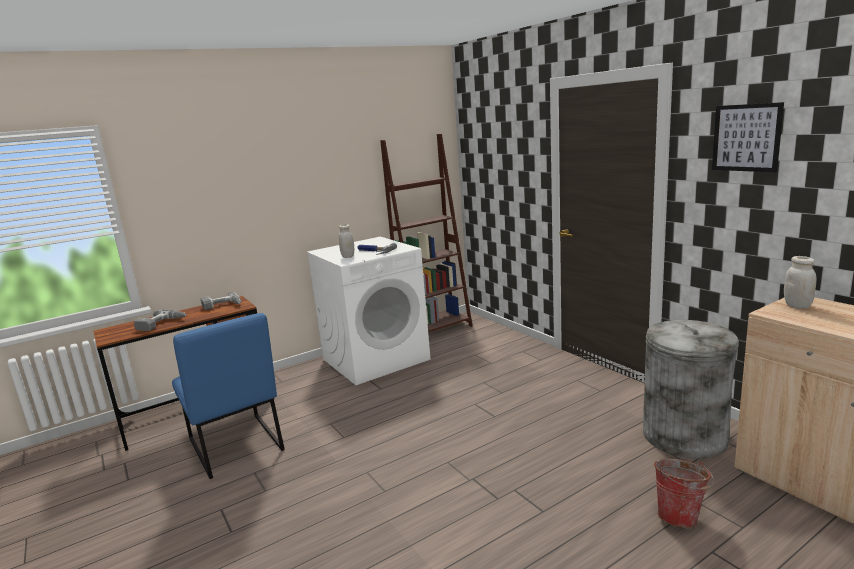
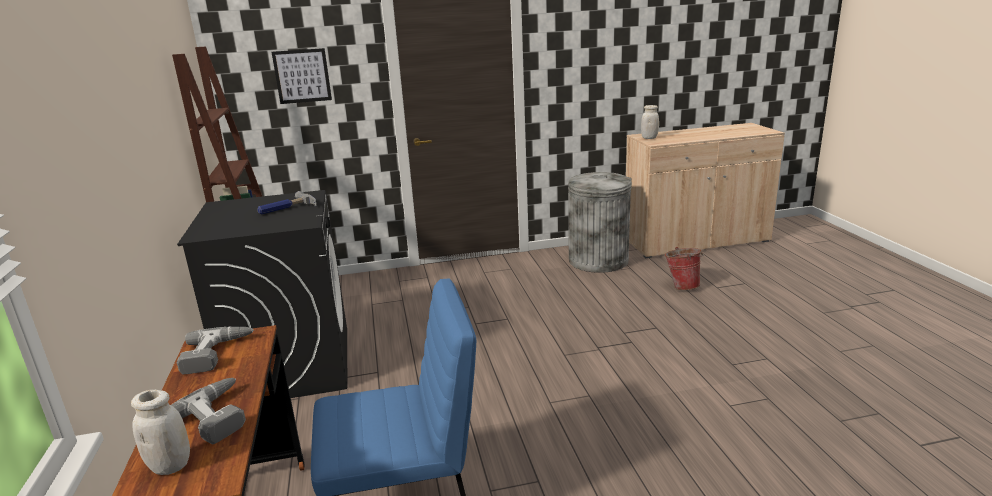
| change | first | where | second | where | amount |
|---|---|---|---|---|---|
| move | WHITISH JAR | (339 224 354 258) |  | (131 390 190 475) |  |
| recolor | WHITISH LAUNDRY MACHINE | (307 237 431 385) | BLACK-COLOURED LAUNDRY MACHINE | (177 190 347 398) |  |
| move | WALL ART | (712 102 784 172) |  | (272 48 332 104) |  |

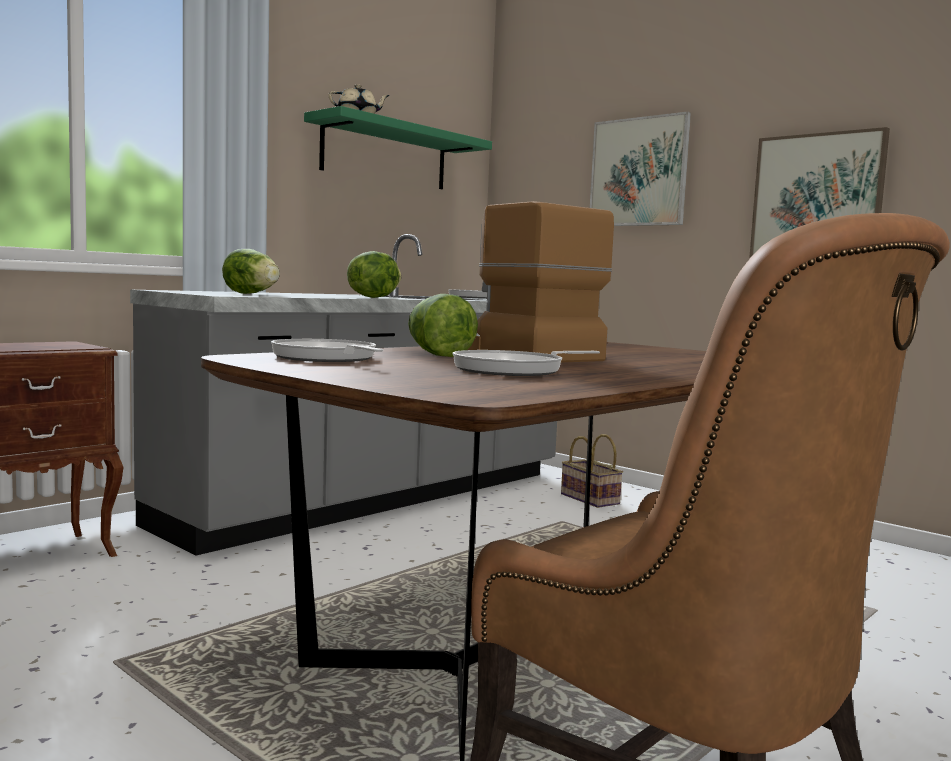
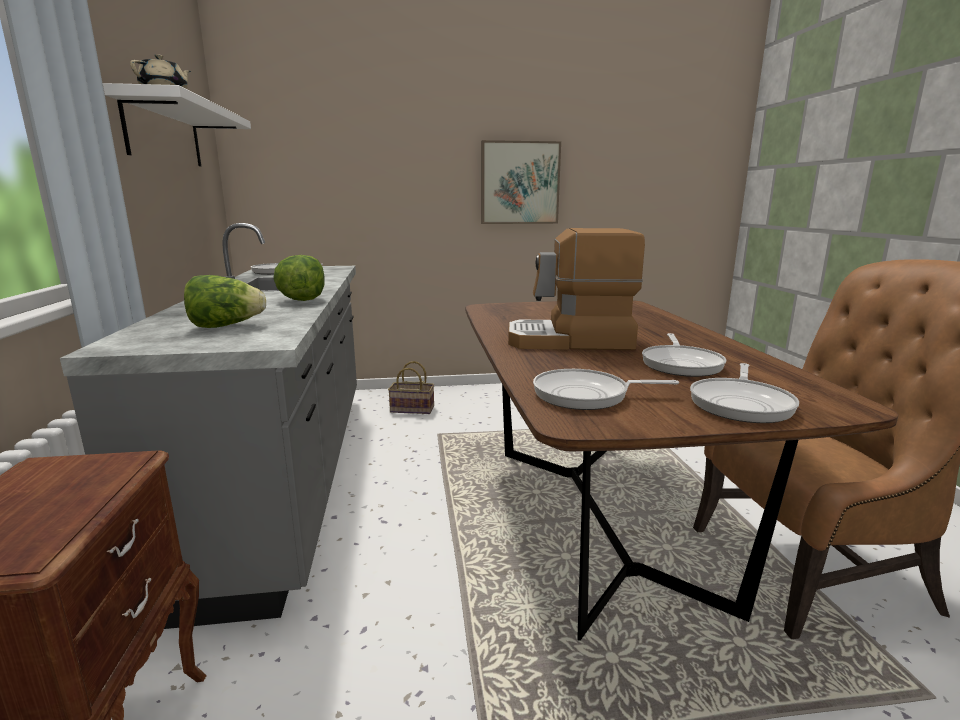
| change | first | where | second | where | amount |
|---|---|---|---|---|---|
| recolor | GREEN-COLOURED WALL SHELF | (304 106 492 189) | WHITISH WALL SHELF | (103 83 251 167) |  |
| insert |  |  | PAN | (690 363 799 423) |  |
| delete | HEAD OF LETTUCE | (408 294 478 357) |  |  |  |
| delete | WALL ART | (590 111 691 226) |  |  |  |

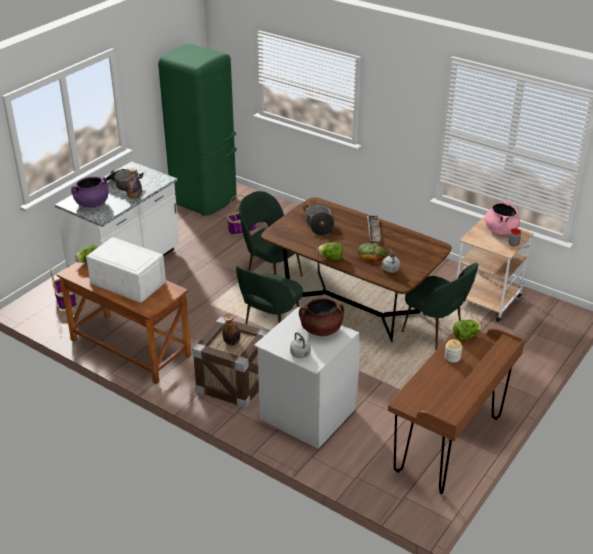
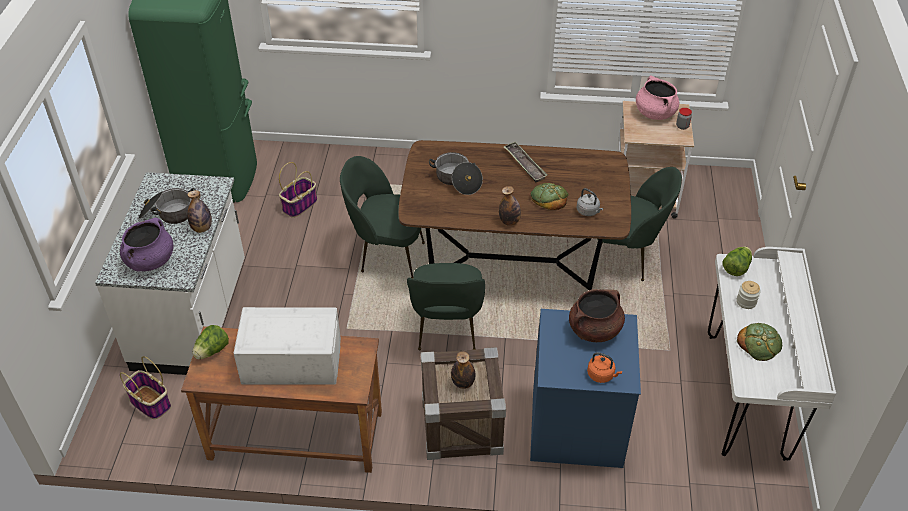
| change | first | where | second | where | amount |
|---|---|---|---|---|---|
| replace | HEAD OF LETTUCE | (317 242 343 260) | DRINK BOTTLE | (499 186 521 226) |  |
| recolor | WHITISH LAUNDRY MACHINE | (254 307 359 449) | BLUISH LAUNDRY MACHINE | (530 309 641 468) |  |
| recolor | GREY KETTLE | (290 332 311 358) | ORANGE KETTLE | (587 352 622 383) |  |
| recolor | BROWN DESK TABLE | (388 328 525 494) | WHITISH DESK TABLE | (708 247 836 461) |  |
| insert |  |  | BAKED BREAD | (737 323 782 361) |  |

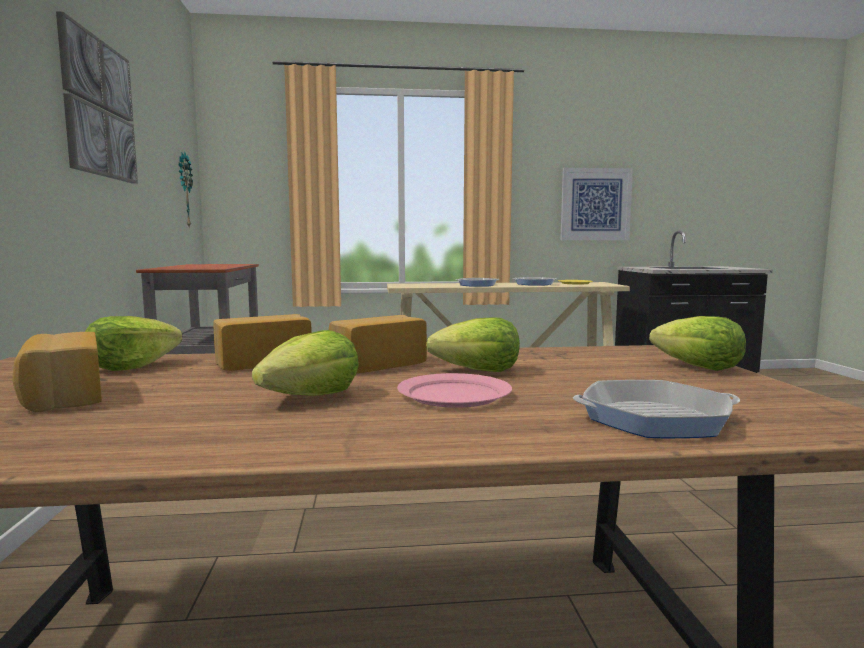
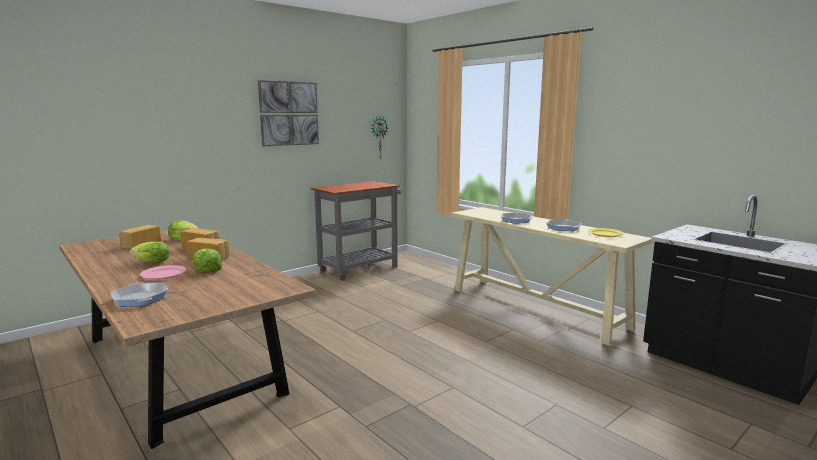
| change | first | where | second | where | amount |
|---|---|---|---|---|---|
| delete | WALL ART | (560 168 633 240) |  |  |  |
| delete | HEAD OF LETTUCE | (649 316 746 371) |  |  |  |

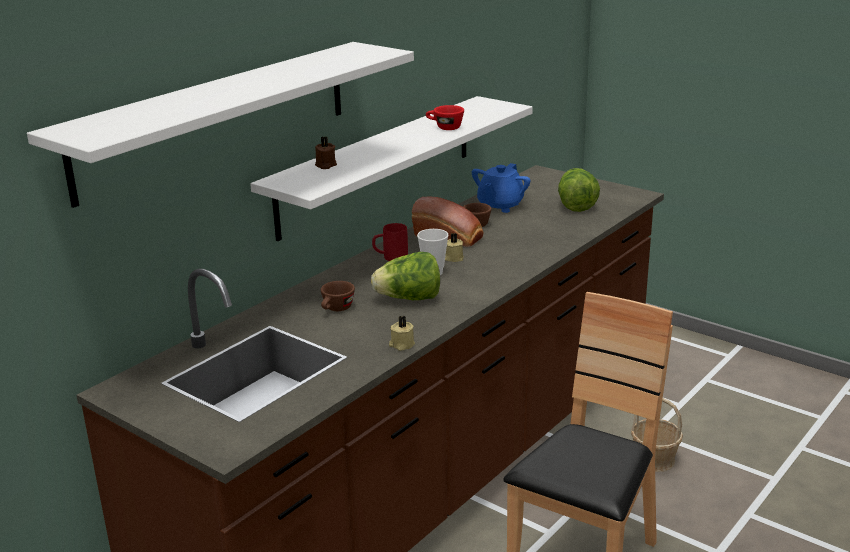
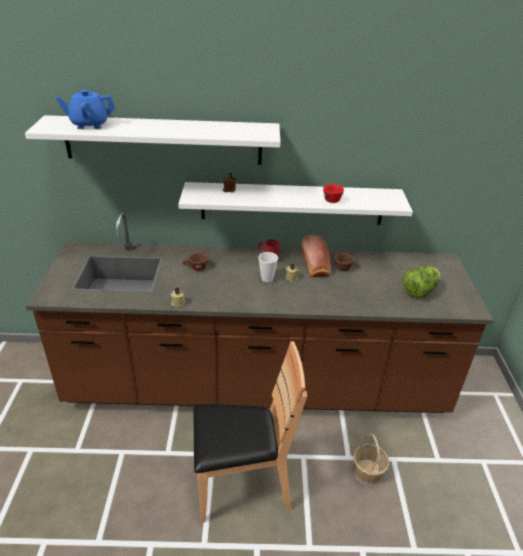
| change | first | where | second | where | amount |
|---|---|---|---|---|---|
| move | BLUISH TEA POT | (472 163 531 213) |  | (56 90 115 129) |  |
| delete | HEAD OF LETTUCE | (371 252 440 300) |  |  |  |

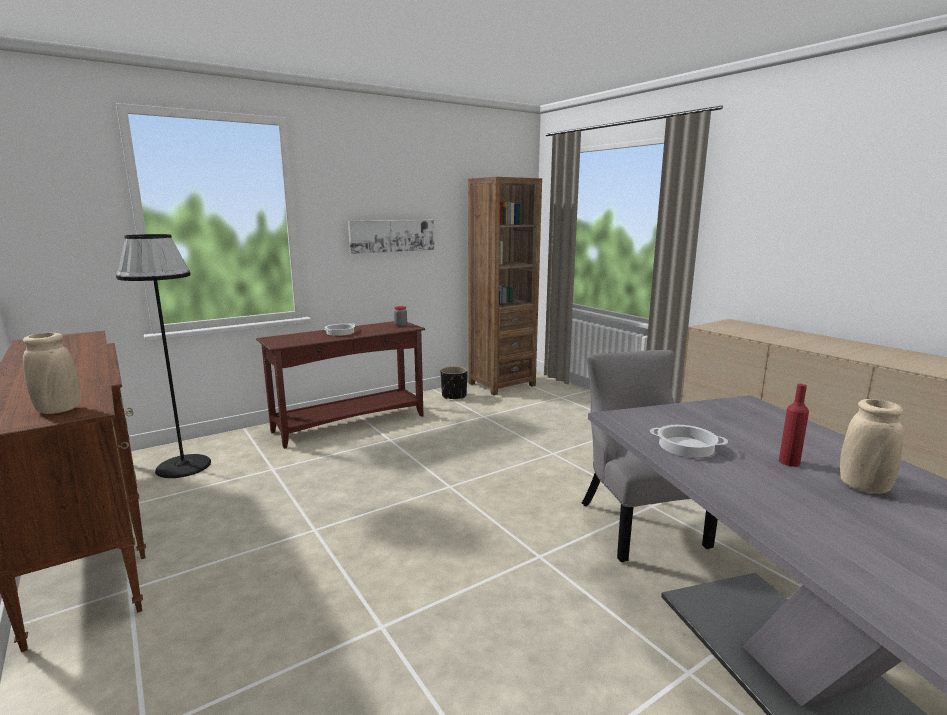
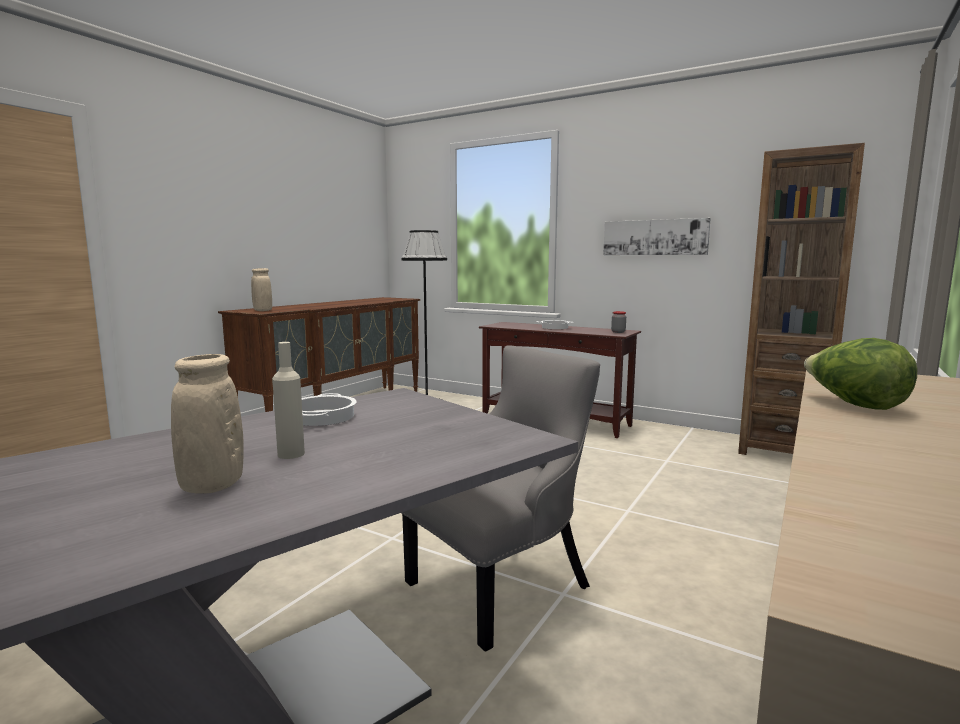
| change | first | where | second | where | amount |
|---|---|---|---|---|---|
| recolor | RED DRINK BOTTLE | (779 384 809 467) | BEIGE-COLOURED DRINK BOTTLE | (272 342 305 459) |  |
| insert |  |  | HEAD OF LETTUCE | (804 338 917 410) |  |
| delete | BLACK-COLOURED PLANT POT | (441 366 468 399) |  |  |  |

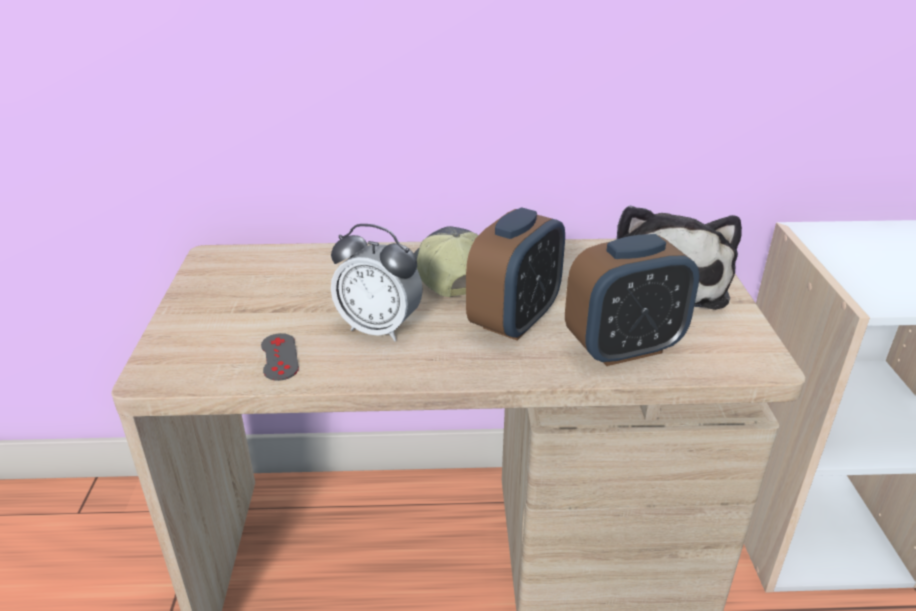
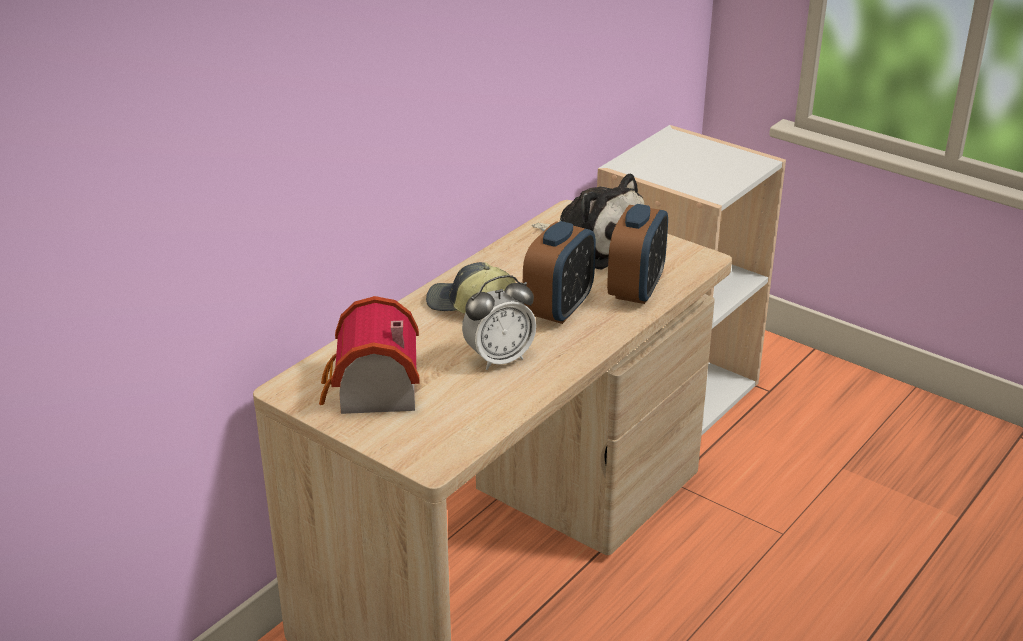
| change | first | where | second | where | amount |
|---|---|---|---|---|---|
| insert |  |  | MODEL HOUSE | (319 296 420 414) |  |
| rotate | ALARM CLOCK | (466 207 565 340) |  | (523 221 596 324) | 45 degrees clockwise |
| delete | GREY GAMEPAD | (261 333 299 381) |  |  |  |

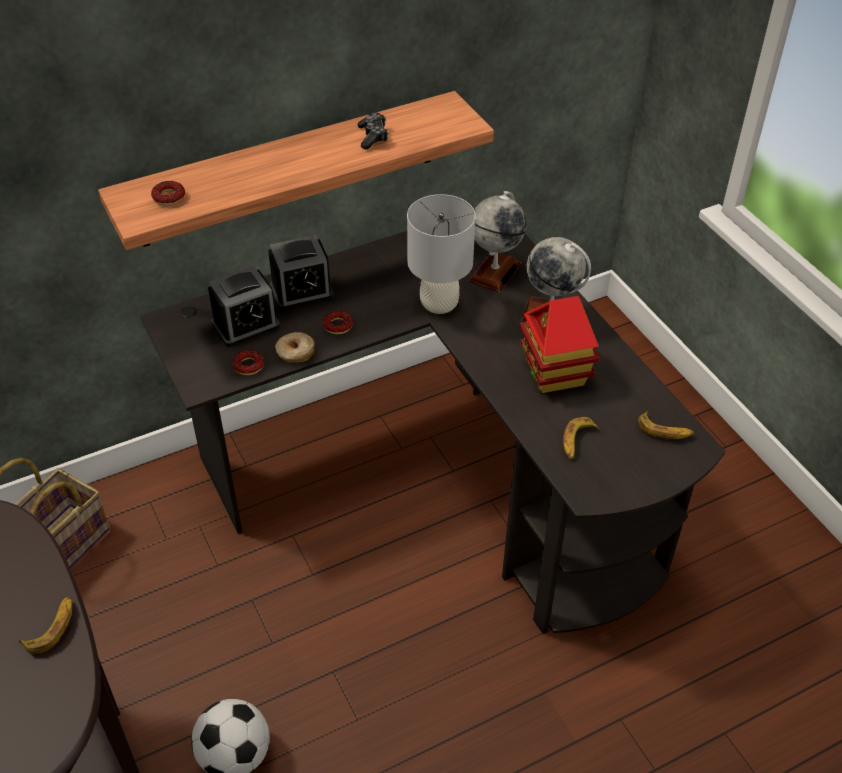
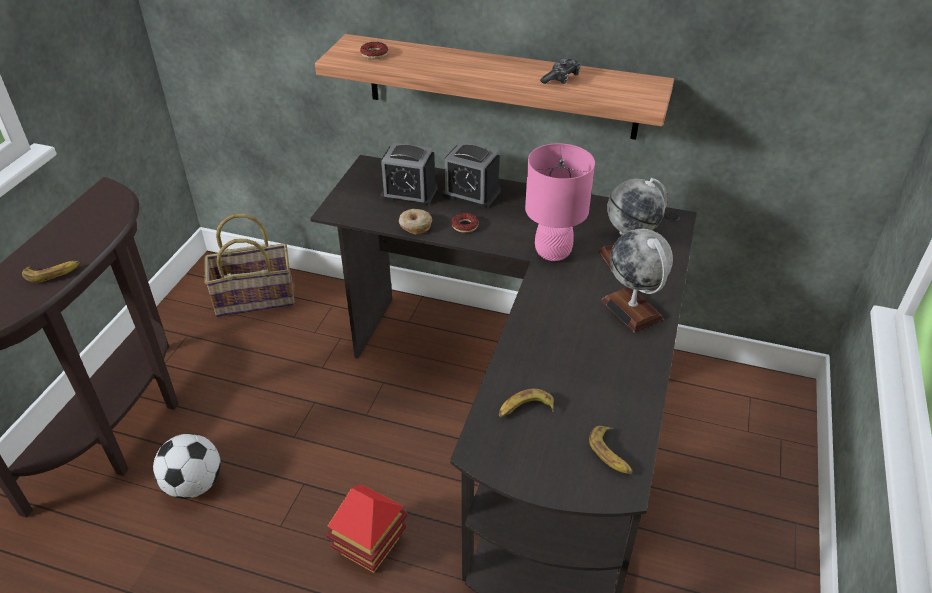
| change | first | where | second | where | amount |
|---|---|---|---|---|---|
| move | MODEL HOUSE | (520 296 600 393) |  | (326 484 407 573) |  |
| recolor | GREY LAMP FOR A TABLE | (407 194 476 314) | PINK LAMP FOR A TABLE | (525 143 595 261) |  |
| delete | DOUGHNUT | (232 350 264 375) |  |  |  |

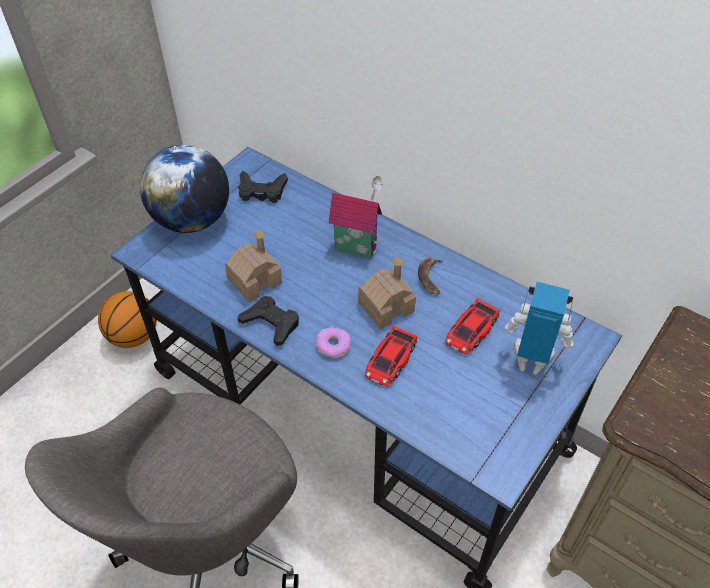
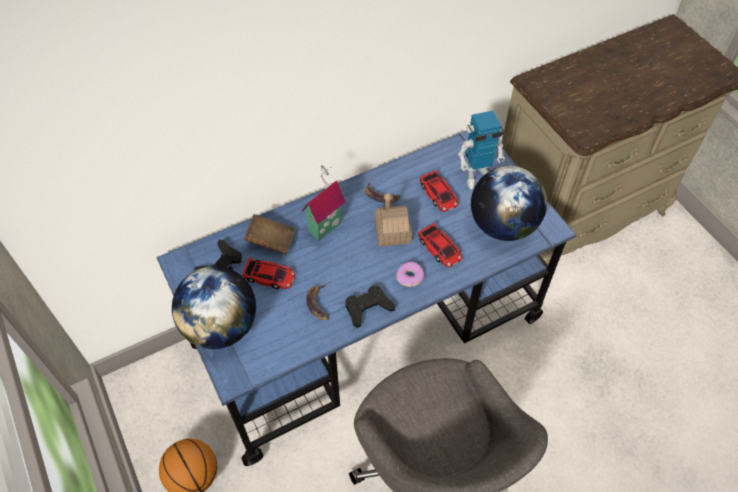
| change | first | where | second | where | amount |
|---|---|---|---|---|---|
| insert |  |  | MODEL CAR | (242 258 295 289) |  |
| insert |  |  | BROWN BOOK | (244 214 295 255) |  |
| replace | MODEL HOUSE | (225 230 282 302) | WHOLE BANANA | (306 285 329 320) |  |
| rotate | ROBOT FIGURE | (505 282 574 375) |  | (458 111 505 190) | 150 degrees counterclockwise |
| insert |  |  | GLOBE | (471 166 547 241) |  |

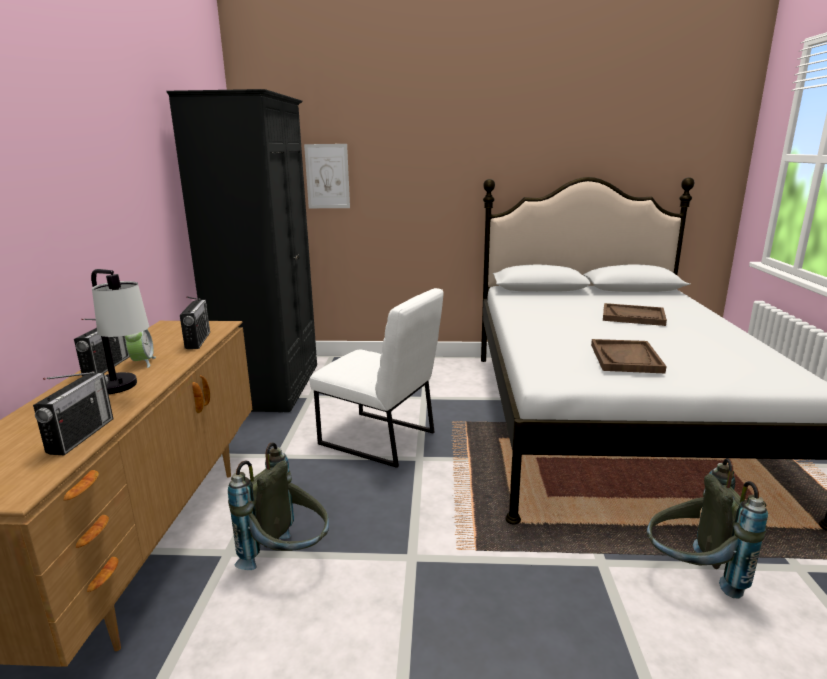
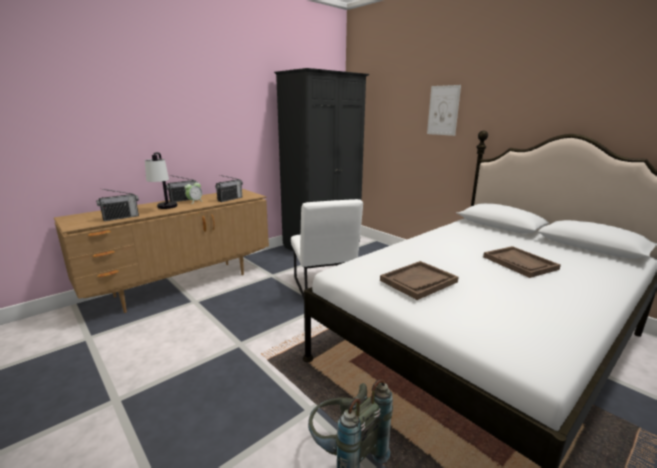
| change | first | where | second | where | amount |
|---|---|---|---|---|---|
| move | WALL ART | (304 144 350 208) |  | (427 85 461 136) |  |
| delete | GREY RUCKSACK | (228 442 329 570) |  |  |  |

